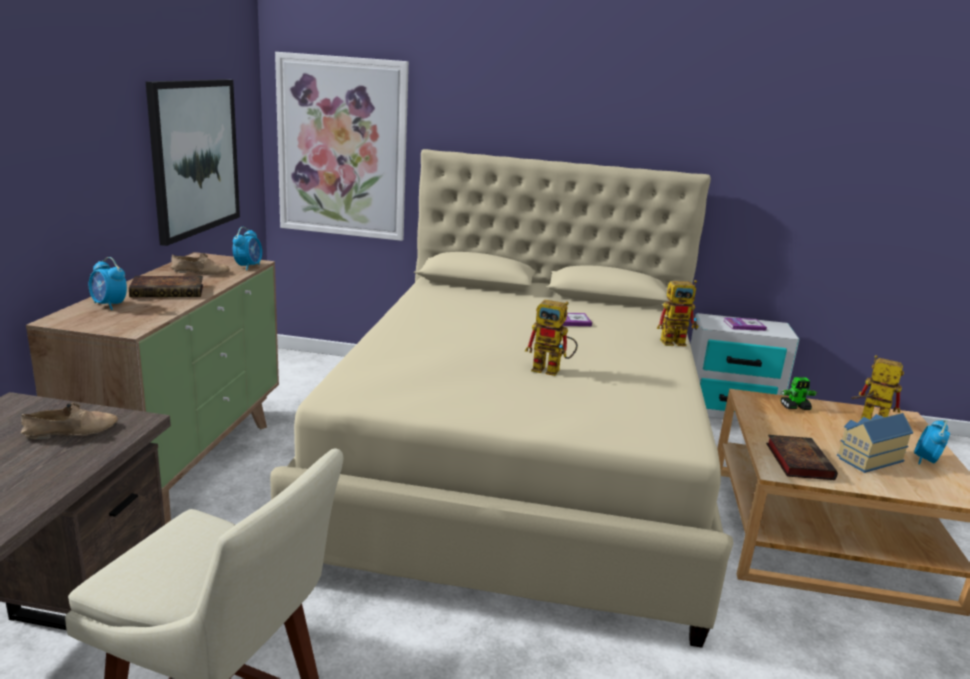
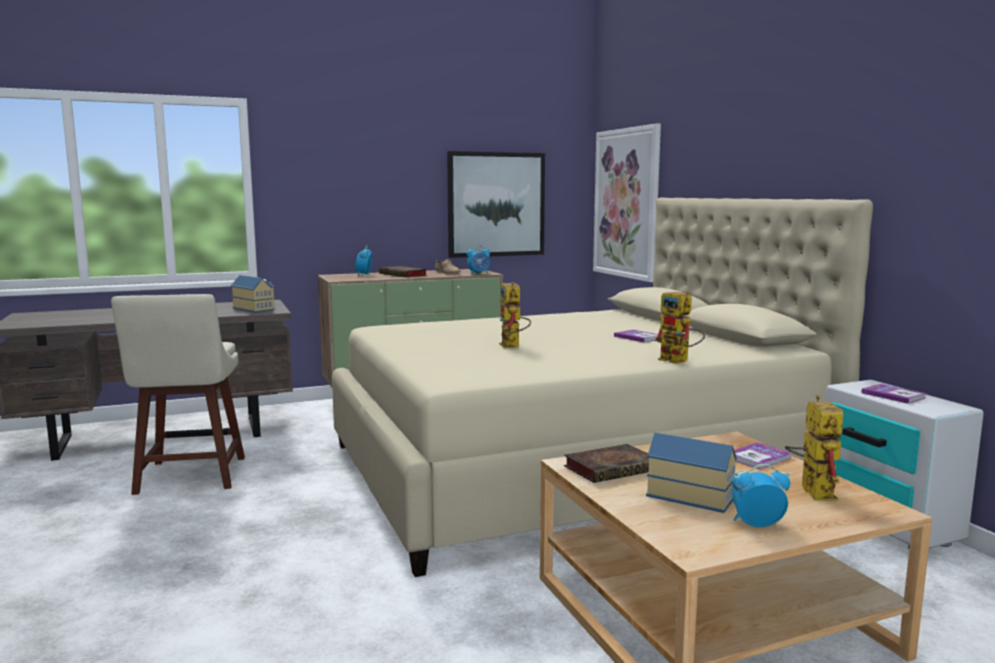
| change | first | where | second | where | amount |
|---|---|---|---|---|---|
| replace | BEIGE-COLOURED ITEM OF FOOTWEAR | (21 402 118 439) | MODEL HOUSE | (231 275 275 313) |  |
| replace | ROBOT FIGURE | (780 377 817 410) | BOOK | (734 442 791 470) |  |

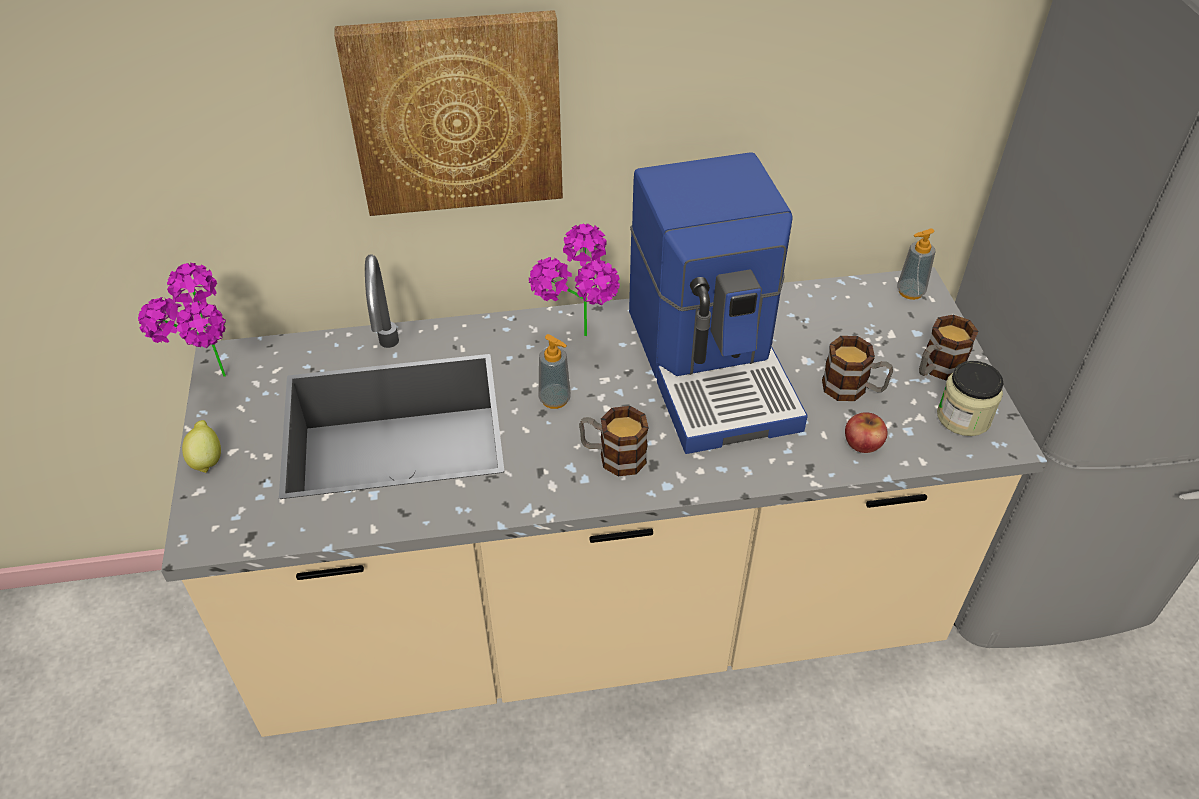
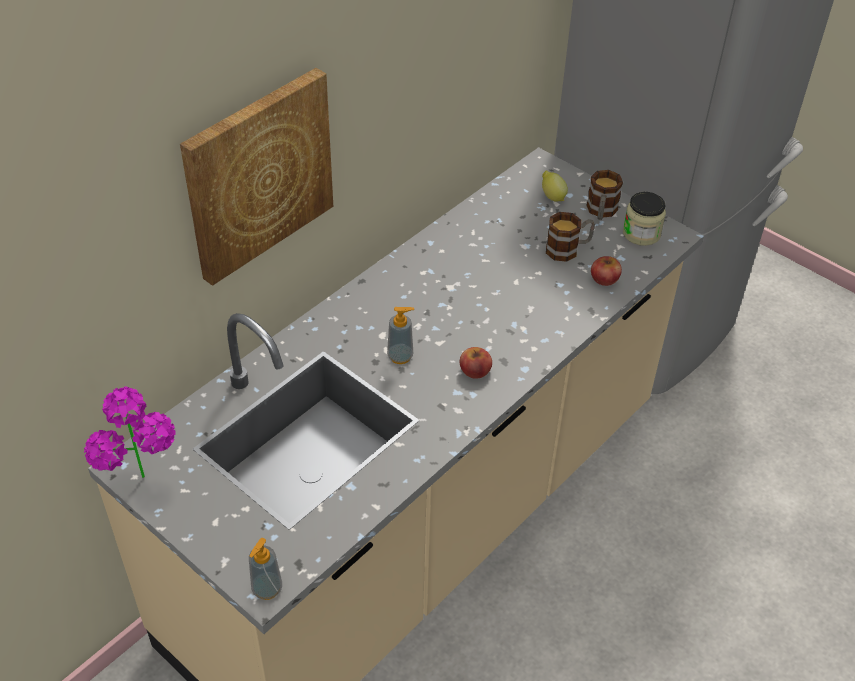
| change | first | where | second | where | amount |
|---|---|---|---|---|---|
| move | SOAP BOTTLE | (897 229 935 300) |  | (249 538 282 600) |  |
| replace | MUG | (579 406 649 476) | WHOLE APPLE | (460 347 492 379) |  |
| move | WHOLE LEMON | (182 420 221 473) |  | (542 171 568 202) |  |
| delete | HOUSEPLANT | (529 224 620 336) |  |  |  |
| delete | COFFEE MAKER | (629 152 808 454) |  |  |  |

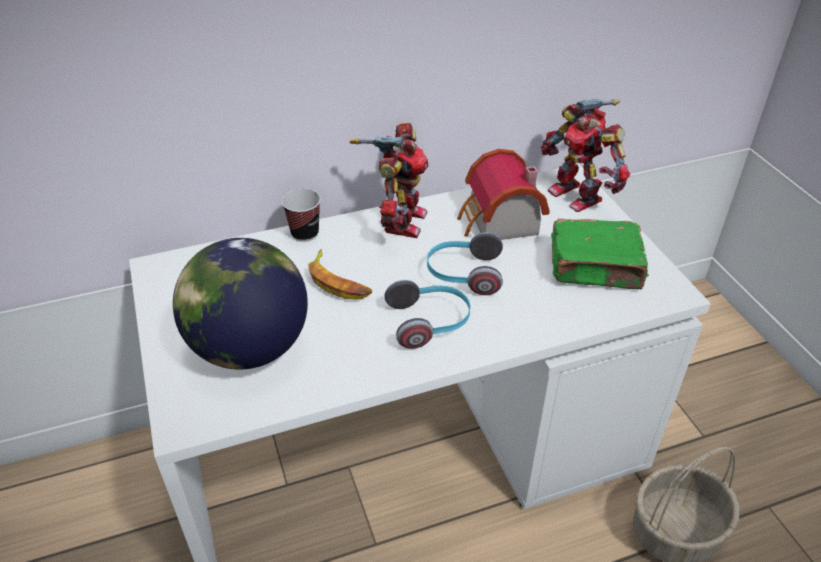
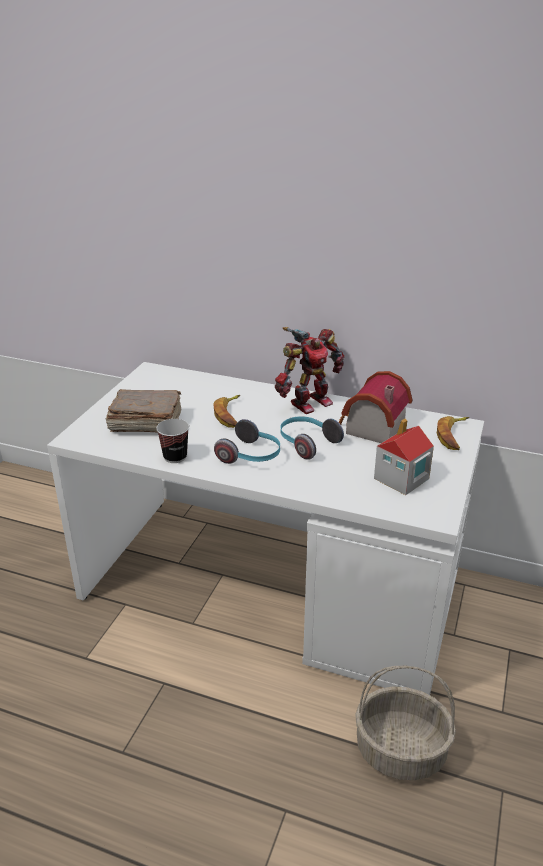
| change | first | where | second | where | amount |
|---|---|---|---|---|---|
| replace | GLOBE | (173 238 308 369) | BROWN BOOK | (106 389 181 433) |  |
| move | CUP | (282 189 321 242) |  | (156 419 189 463) |  |
| replace | GREEN-COLOURED BOOK | (551 219 649 289) | MODEL HOUSE | (374 418 434 495) |  |
| replace | ROBOT FIGURE | (541 99 630 212) | WHOLE BANANA | (437 416 469 450) |  |

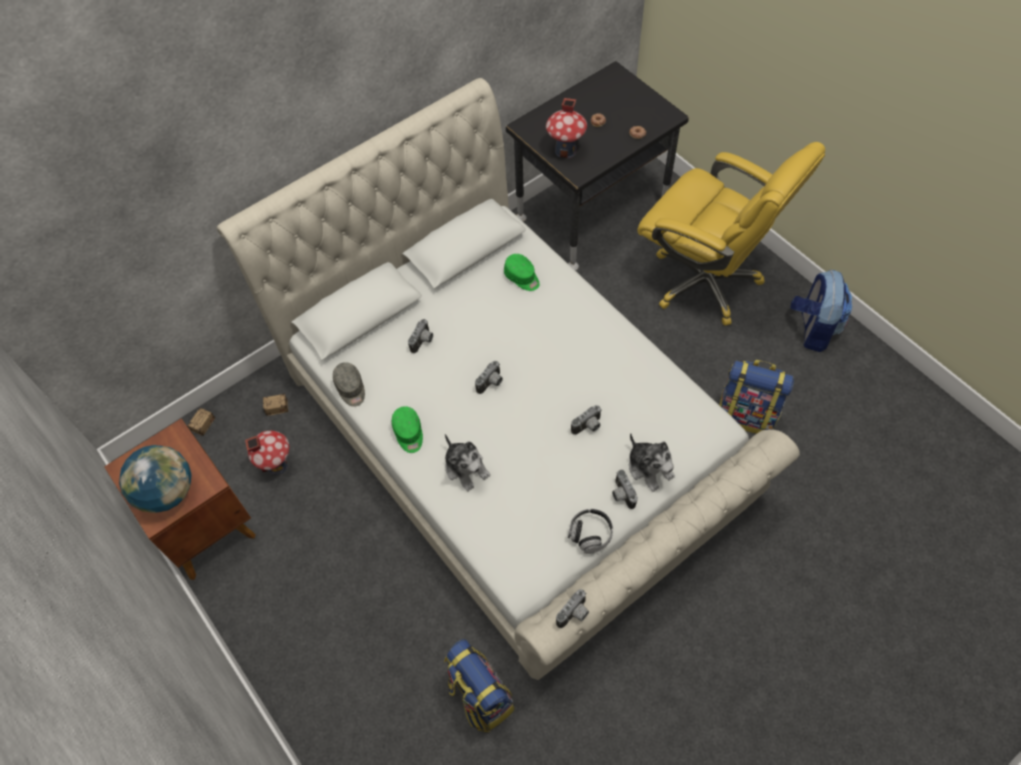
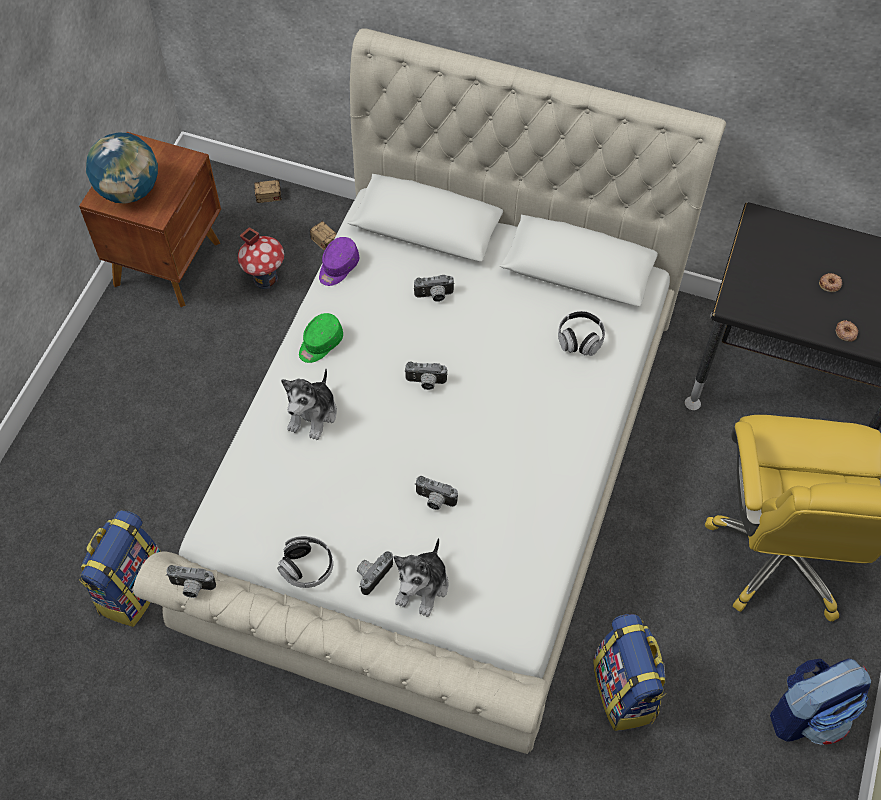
| change | first | where | second | where | amount |
|---|---|---|---|---|---|
| recolor | GREY PEAKED CAP | (333 362 365 407) | PURPLE PEAKED CAP | (319 237 360 286) |  |
| replace | GREEN-COLOURED PEAKED CAP | (504 254 540 291) | PAIR OF HEADPHONES | (558 311 605 356) |  |
| delete | MODEL HOUSE | (546 98 587 159) |  |  |  |

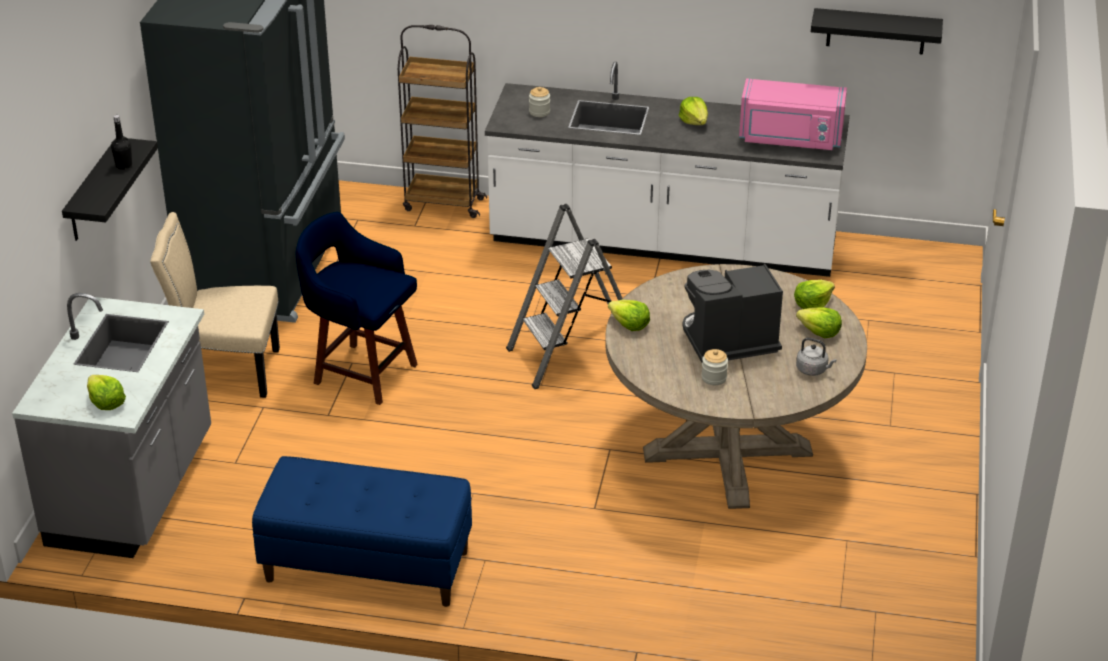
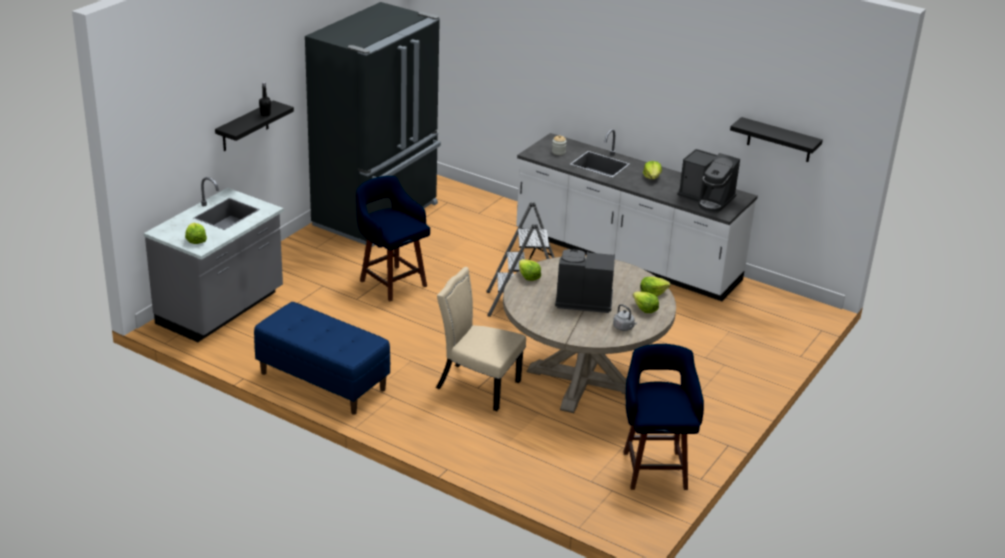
| change | first | where | second | where | amount |
|---|---|---|---|---|---|
| move | BEIGE-COLOURED CHAIR | (150 212 280 398) |  | (436 267 526 411) |  |
| insert |  |  | BLUISH STOOL SEAT | (623 344 704 490) |  |
| replace | PINK MICROWAVE OVEN | (739 78 847 150) | COFFEE MAKER | (677 149 740 213) |  |
| delete | BROWN TROLLEY | (398 25 487 218) |  |  |  |
| delete | JAR | (701 349 728 385) |  |  |  |

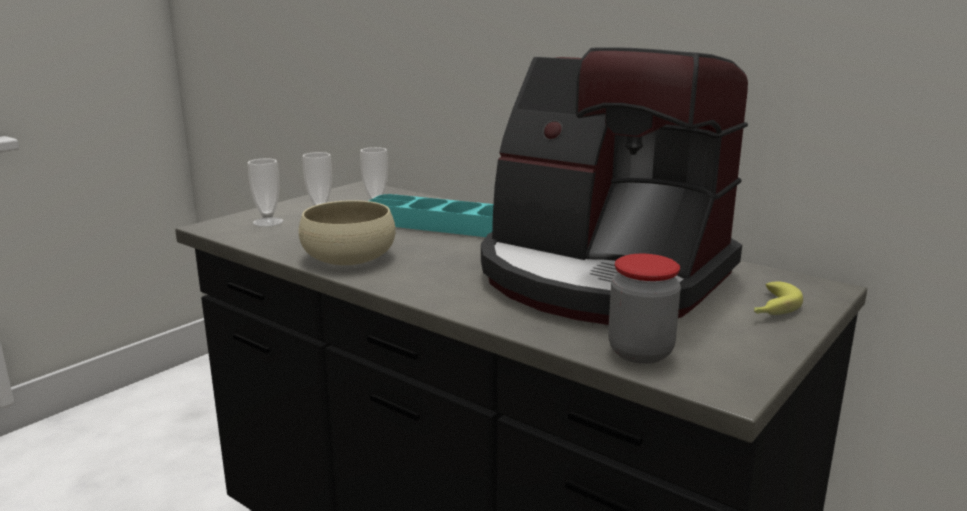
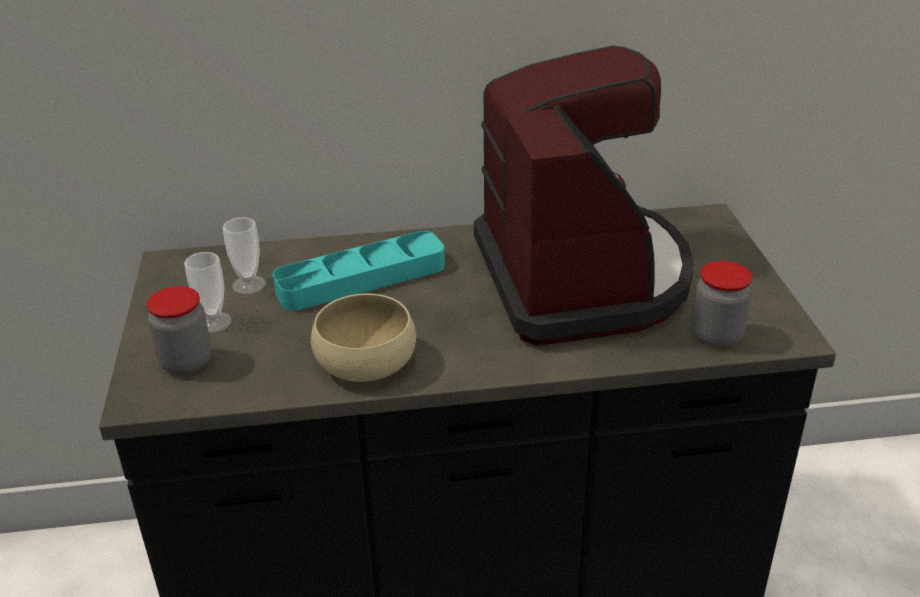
| change | first | where | second | where | amount |
|---|---|---|---|---|---|
| replace | CUP | (248 159 283 227) | JAR | (147 286 212 375) |  |
| rotate | COFFEE MAKER | (481 47 748 325) |  | (474 45 694 346) | 90 degrees counterclockwise |
| delete | WHOLE BANANA | (754 281 803 315) |  |  |  |

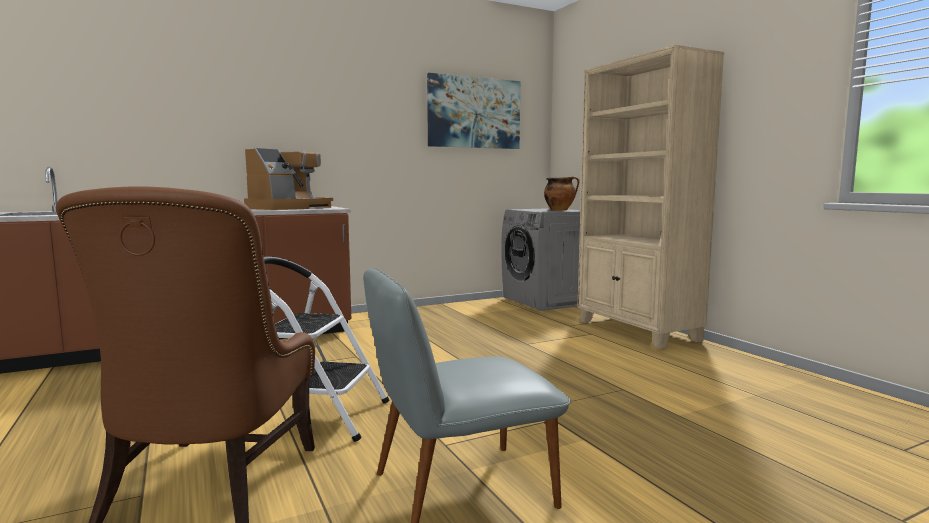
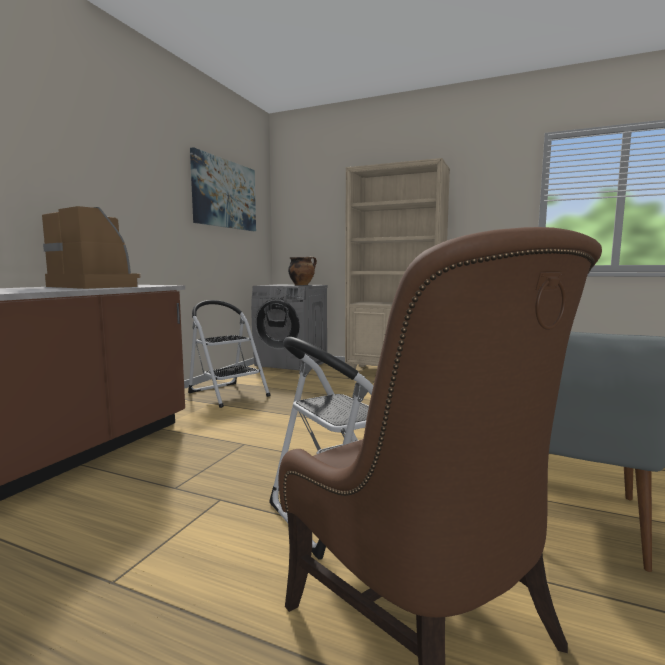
| change | first | where | second | where | amount |
|---|---|---|---|---|---|
| rotate | COFFEE MAKER | (244 148 333 210) |  | (42 206 141 289) | 45 degrees counterclockwise |
| insert |  |  | STEP STOOL | (188 300 271 408) |  |

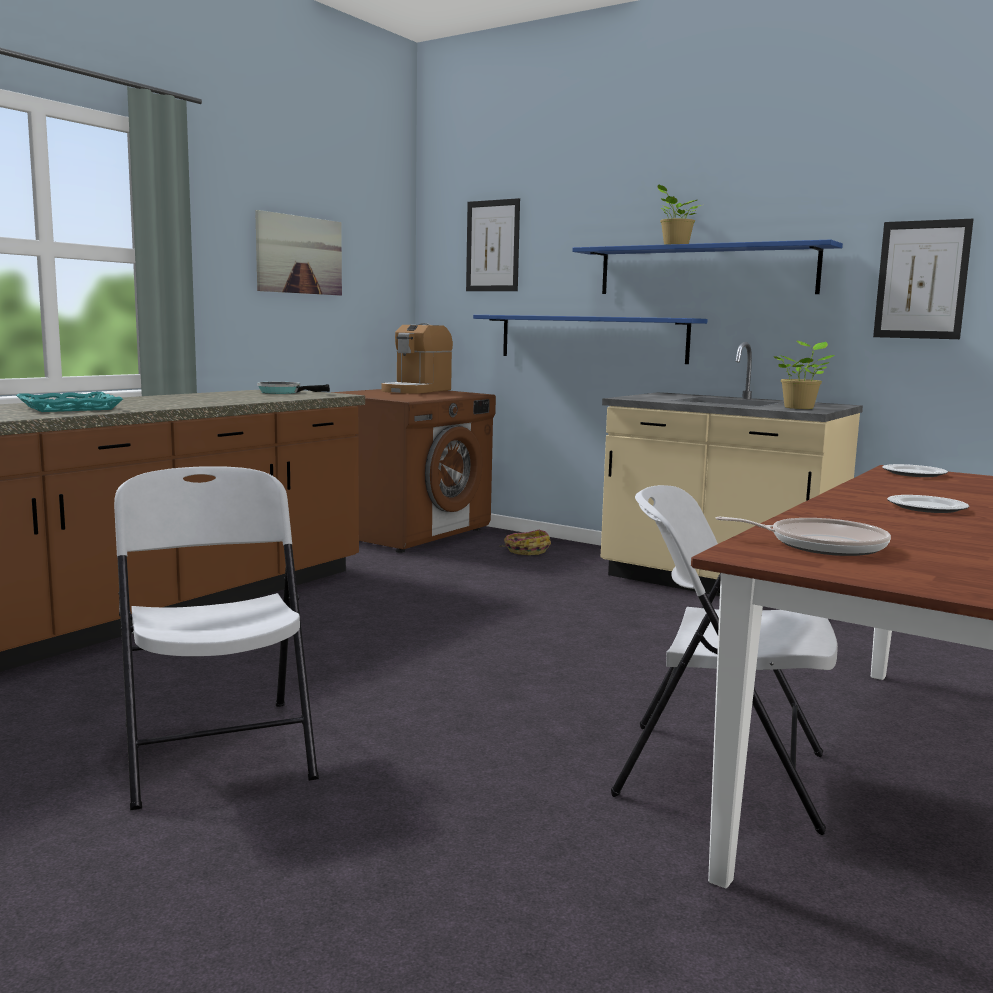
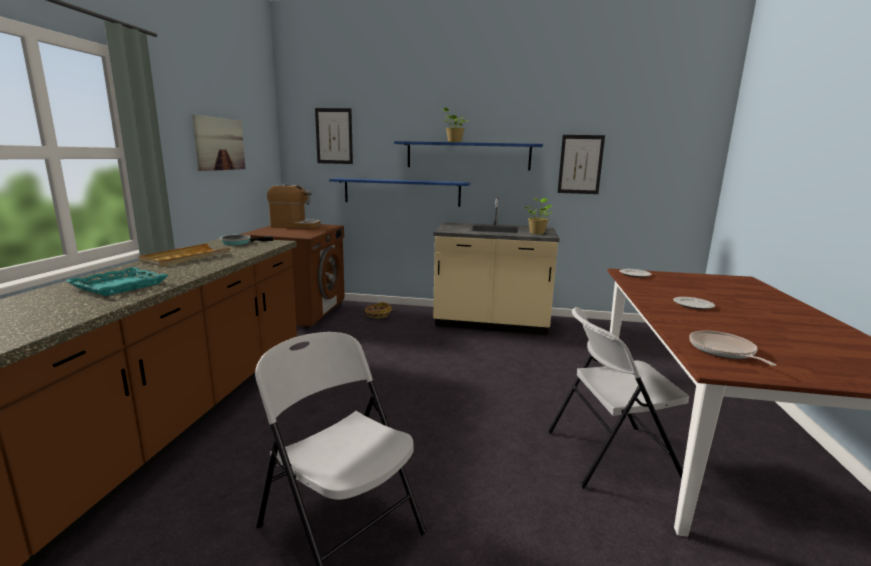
| change | first | where | second | where | amount |
|---|---|---|---|---|---|
| insert |  |  | BEIGE-COLOURED SERVING TRAY | (139 243 230 267) |  |
| rotate | COFFEE MAKER | (382 323 453 394) |  | (267 184 321 228) | 90 degrees counterclockwise |
| rotate | PAN | (715 517 891 556) |  | (689 331 777 366) | 90 degrees counterclockwise |

